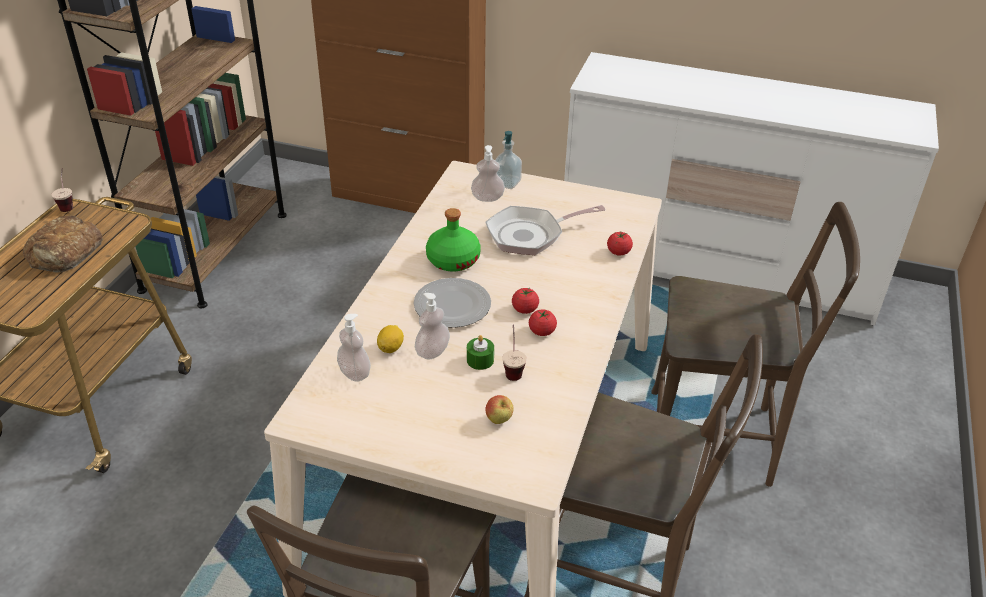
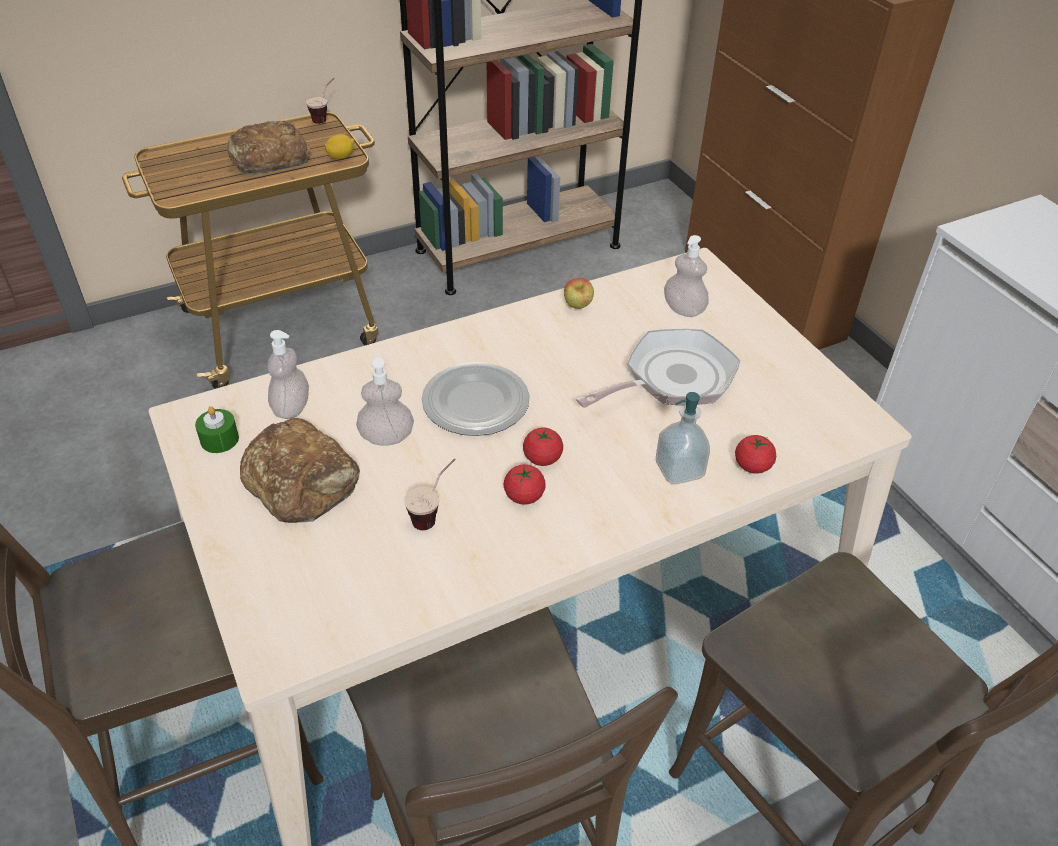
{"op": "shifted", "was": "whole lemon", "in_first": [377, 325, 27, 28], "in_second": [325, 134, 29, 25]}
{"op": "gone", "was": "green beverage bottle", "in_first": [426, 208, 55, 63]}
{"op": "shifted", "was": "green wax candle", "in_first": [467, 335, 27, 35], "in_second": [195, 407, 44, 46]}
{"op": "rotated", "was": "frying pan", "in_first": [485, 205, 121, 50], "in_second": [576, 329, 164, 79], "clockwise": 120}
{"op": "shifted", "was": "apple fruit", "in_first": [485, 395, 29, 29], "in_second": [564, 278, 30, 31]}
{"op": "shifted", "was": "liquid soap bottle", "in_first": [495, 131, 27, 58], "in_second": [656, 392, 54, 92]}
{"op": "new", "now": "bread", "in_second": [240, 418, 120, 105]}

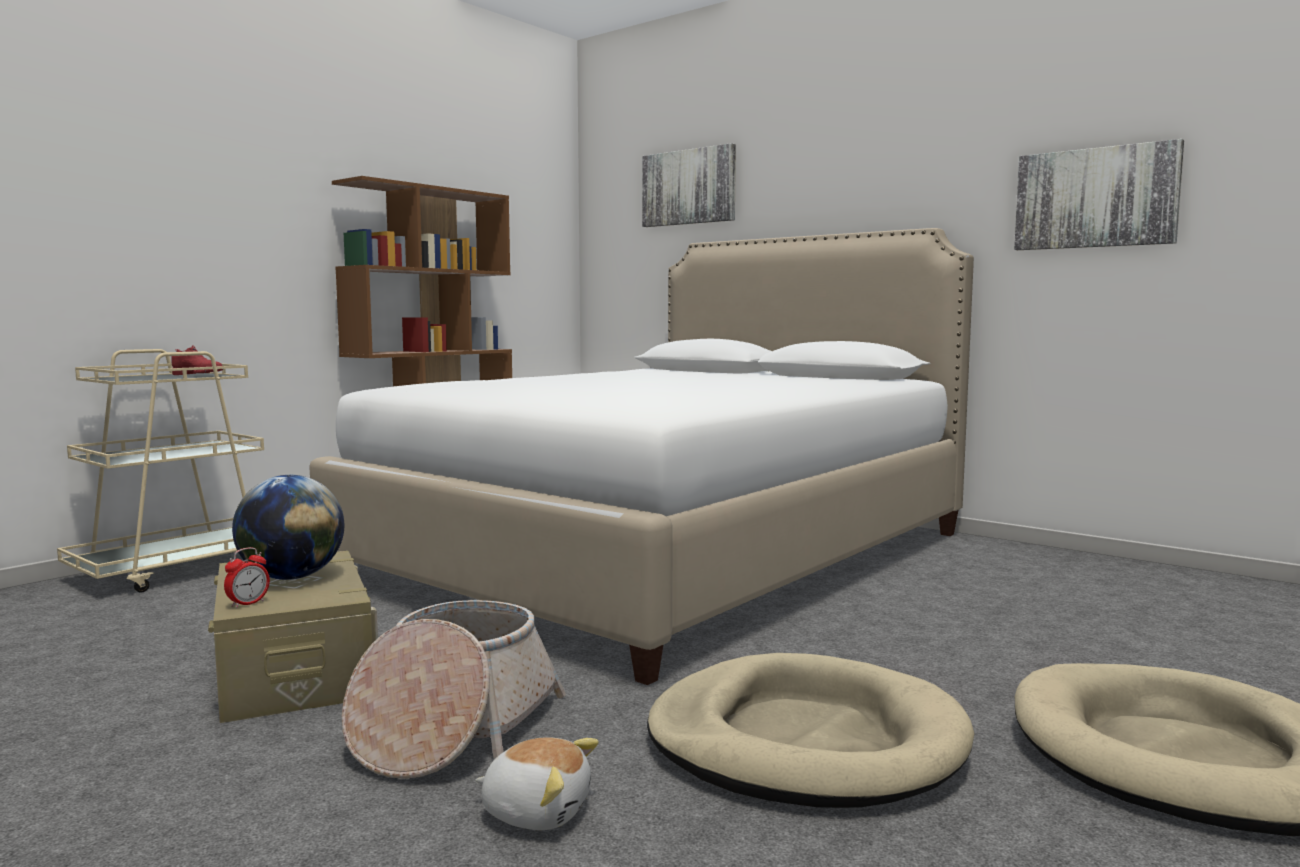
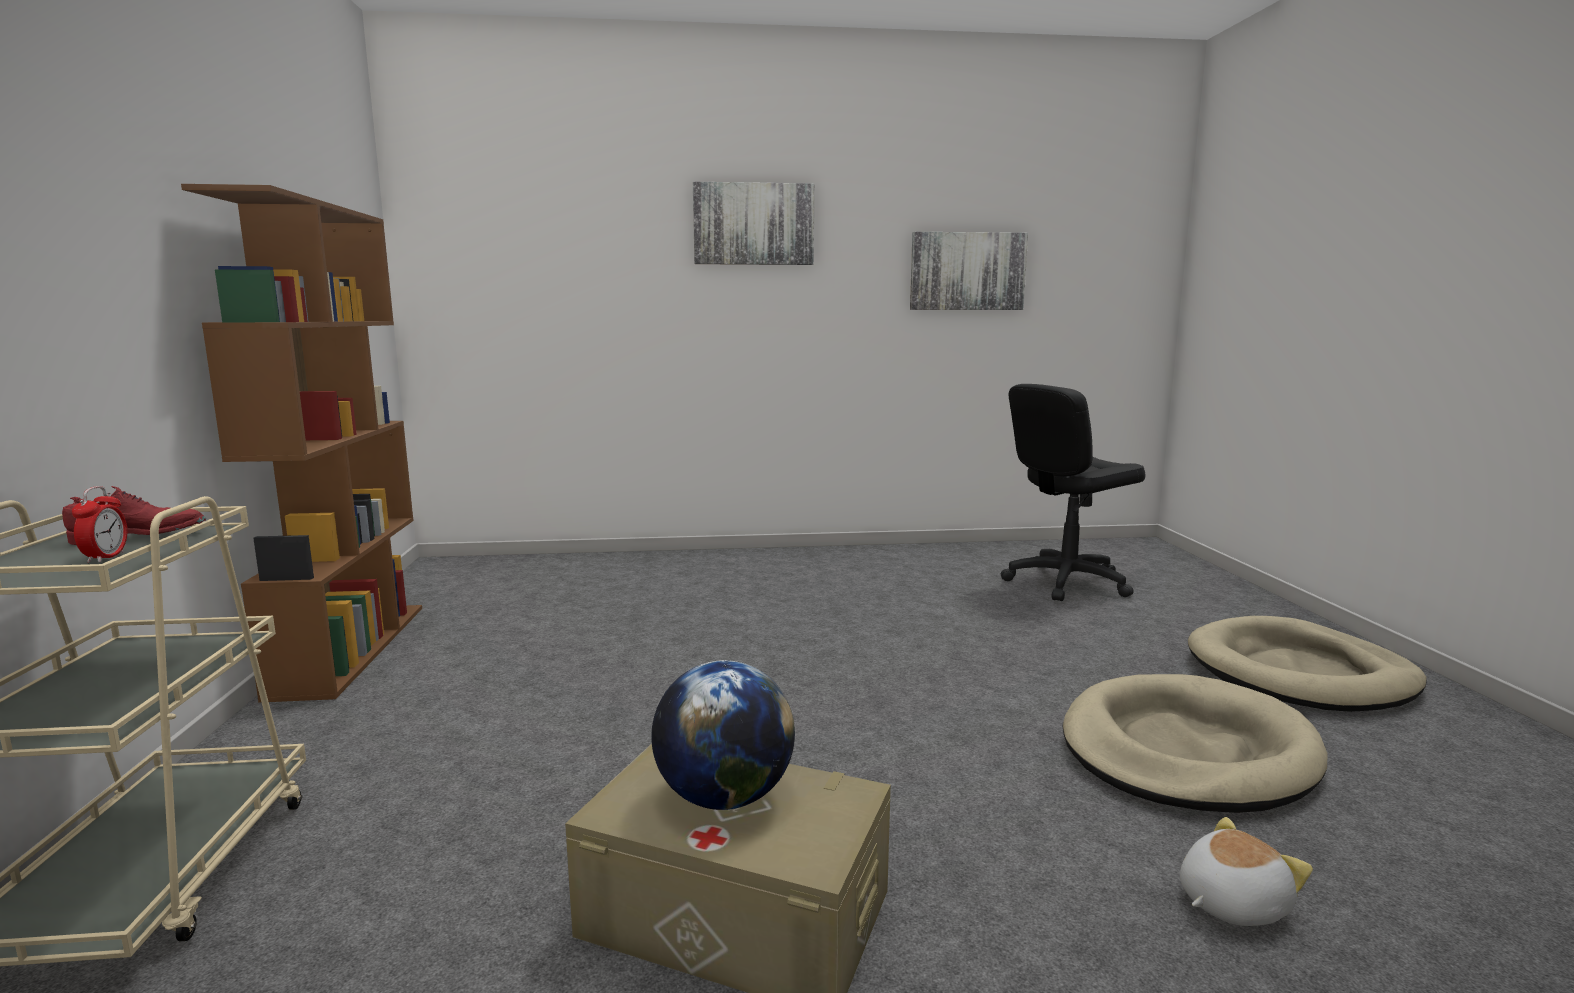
{"op": "shifted", "was": "table clock", "in_first": [224, 547, 46, 61], "in_second": [72, 486, 55, 77]}
{"op": "gone", "was": "whitish sleeping bed", "in_first": [309, 228, 665, 457]}
{"op": "gone", "was": "basket", "in_first": [342, 600, 224, 179]}
{"op": "shifted", "was": "wall picture", "in_first": [642, 143, 94, 84], "in_second": [693, 182, 121, 83]}
{"op": "new", "now": "blackish desk chair", "in_second": [1001, 384, 144, 217]}

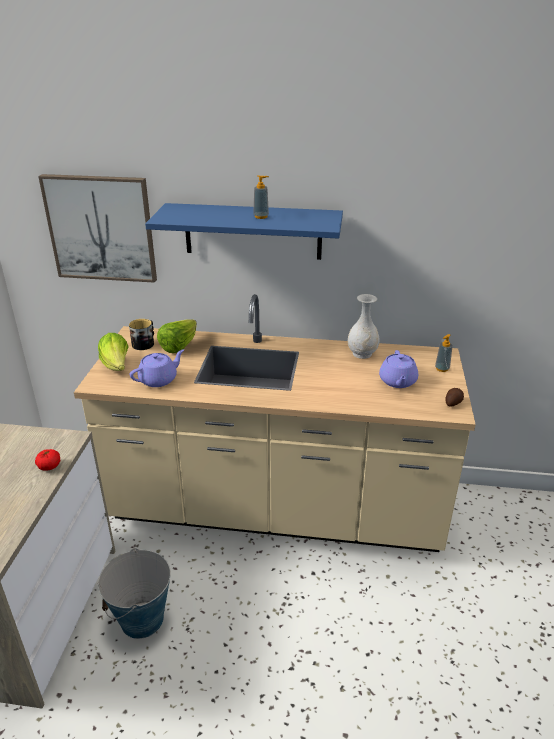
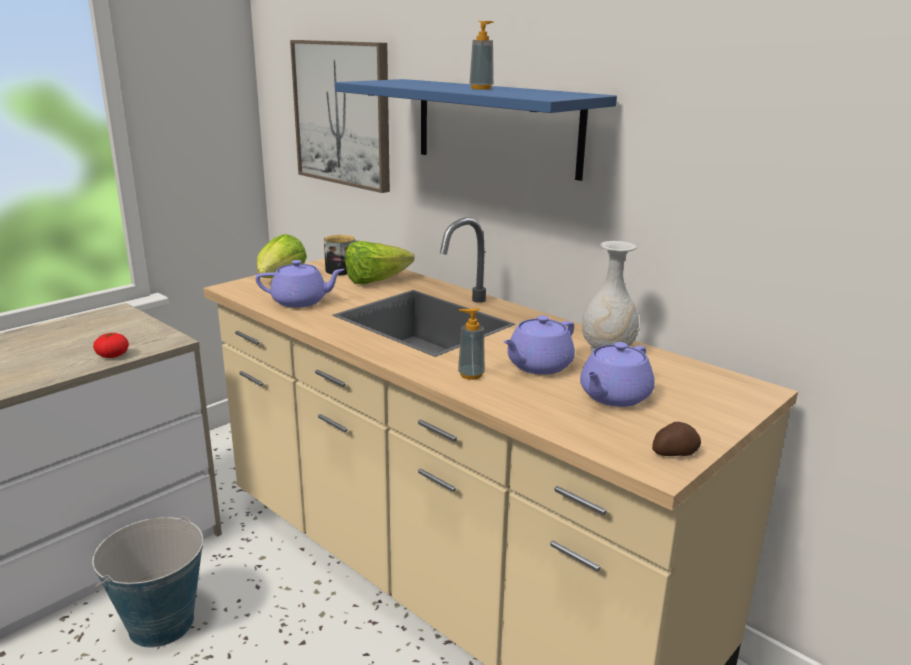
{"op": "shifted", "was": "liquid soap bottle", "in_first": [435, 334, 18, 38], "in_second": [458, 308, 27, 72]}
{"op": "new", "now": "purple-coloured pot for tea", "in_second": [503, 315, 72, 60]}

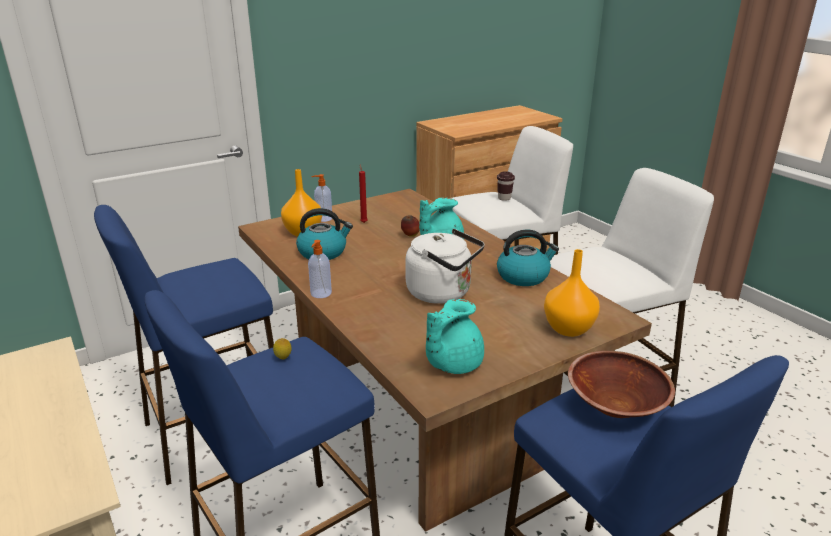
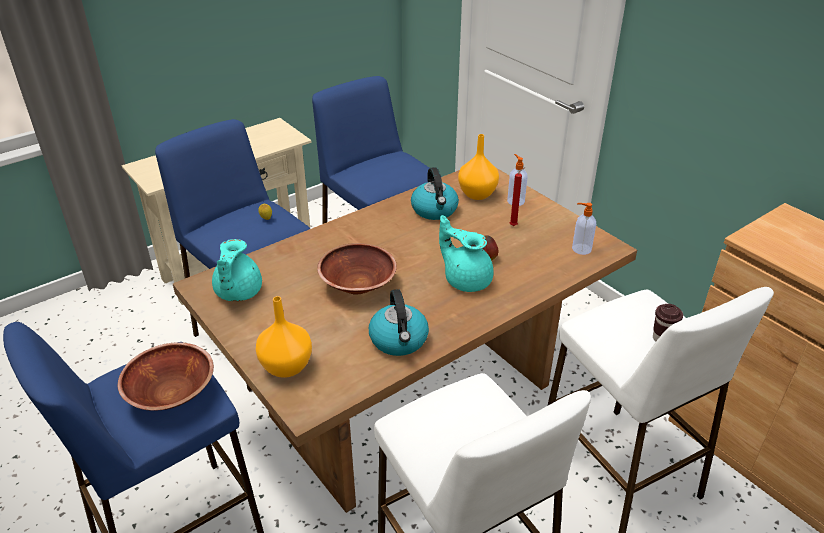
{"op": "shifted", "was": "liquid soap bottle", "in_first": [308, 240, 24, 58], "in_second": [572, 203, 24, 52]}
{"op": "swapped", "was": "whitish tea kettle", "now": "brownish serving bowl", "in_first": [405, 229, 80, 75], "in_second": [317, 243, 80, 52]}
{"op": "rotated", "was": "turquoise pot for tea", "in_first": [426, 299, 58, 75], "in_second": [212, 239, 50, 62], "clockwise": -120}

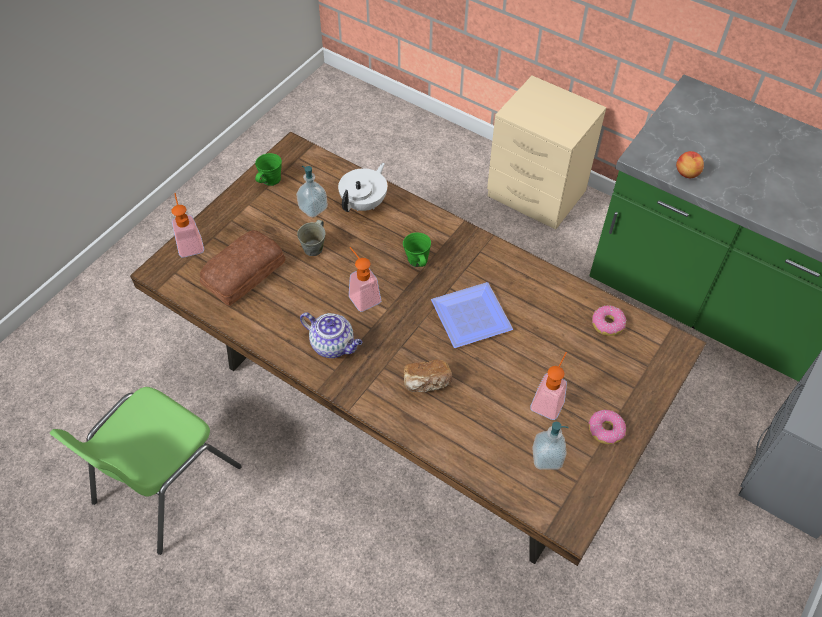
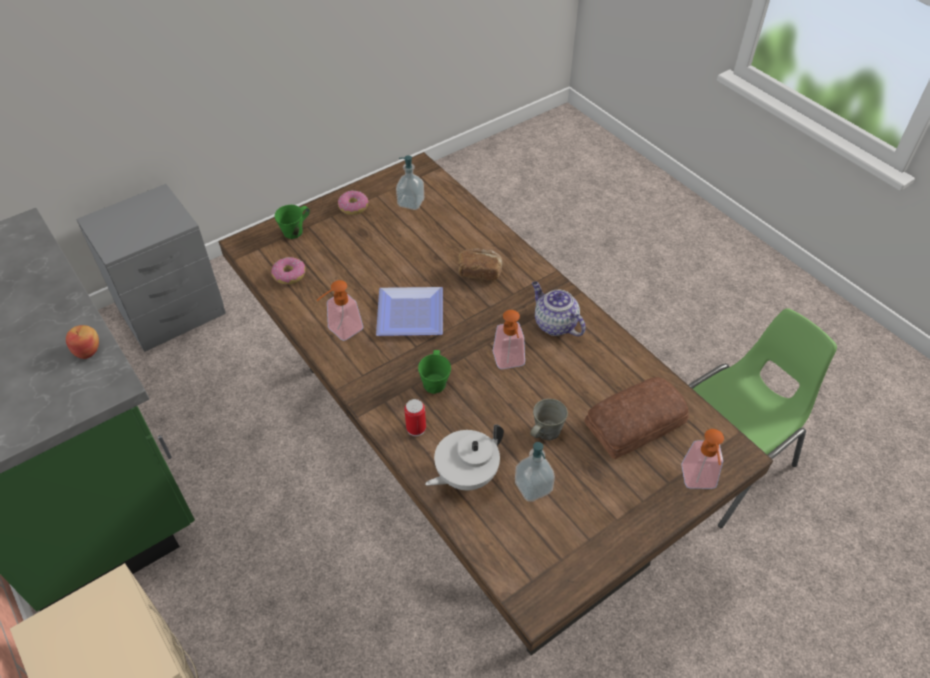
{"op": "shifted", "was": "green coffee mug", "in_first": [255, 153, 27, 33], "in_second": [275, 205, 35, 34]}
{"op": "shifted", "was": "liquid soap bottle", "in_first": [530, 352, 37, 68], "in_second": [317, 280, 46, 61]}
{"op": "new", "now": "metal can", "in_second": [404, 399, 22, 38]}

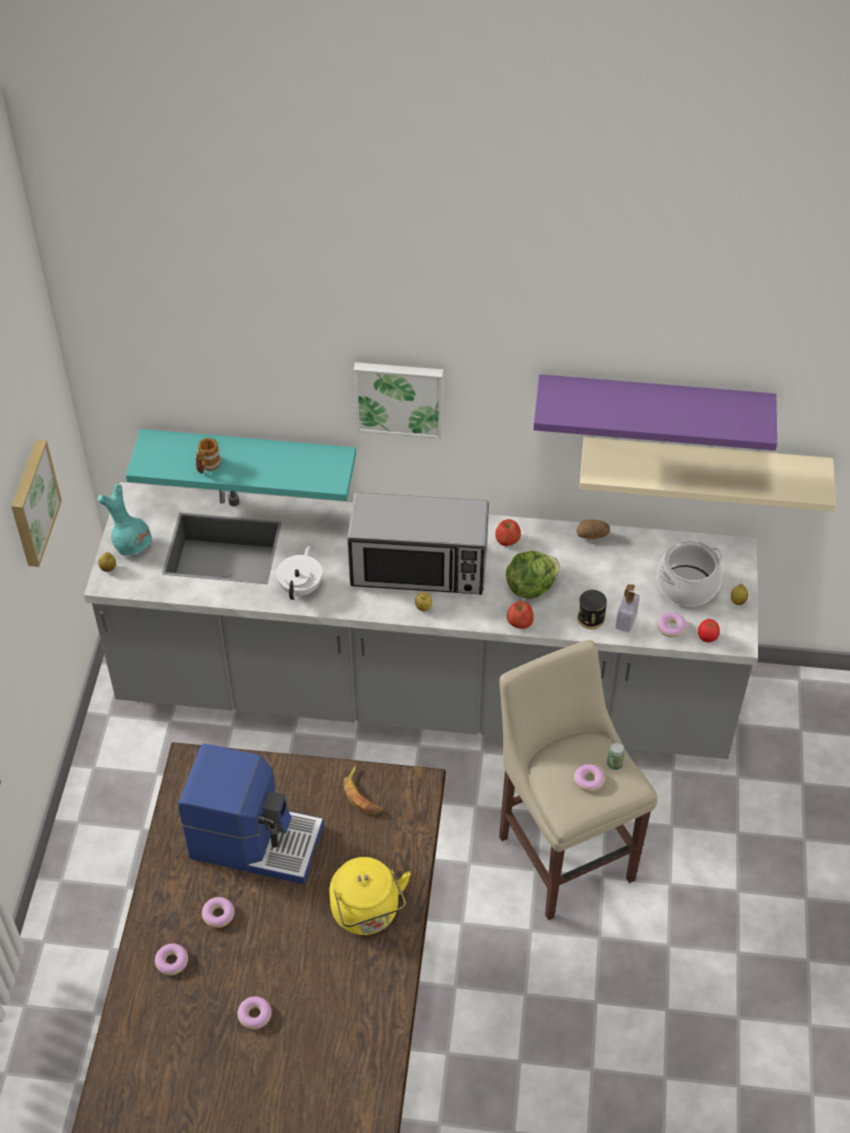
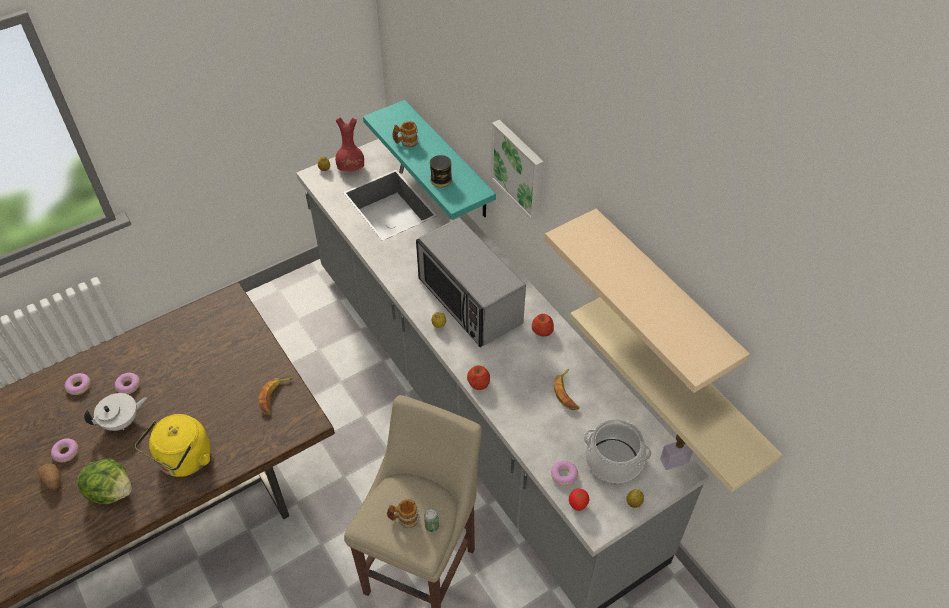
{"op": "gone", "was": "wall picture", "in_first": [11, 440, 51, 127]}
{"op": "repainted", "was": "turquoise vase", "now": "red vase", "in_first": [98, 484, 54, 72], "in_second": [335, 117, 29, 54]}
{"op": "gone", "was": "coffee machine", "in_first": [178, 744, 146, 140]}
{"op": "shifted", "was": "whitish pot for tea", "in_first": [276, 546, 47, 54], "in_second": [84, 393, 63, 38]}
{"op": "shifted", "was": "lettuce head", "in_first": [506, 551, 54, 48], "in_second": [77, 459, 55, 45]}
{"op": "repainted", "was": "purple-coloured wall shelf", "now": "beige-coloured wall shelf", "in_first": [533, 374, 244, 77], "in_second": [545, 209, 205, 184]}
{"op": "swapped", "was": "donut", "now": "coffee mug", "in_first": [574, 764, 31, 28], "in_second": [387, 499, 33, 29]}
{"op": "shifted", "was": "whole potato", "in_first": [577, 520, 33, 19], "in_second": [37, 463, 24, 27]}
{"op": "shifted", "was": "metal can", "in_first": [577, 590, 30, 39], "in_second": [430, 155, 22, 32]}
{"op": "shifted", "was": "liquid soap bottle", "in_first": [616, 584, 24, 49], "in_second": [660, 435, 33, 35]}
{"op": "new", "now": "banana", "in_second": [554, 369, 25, 41]}

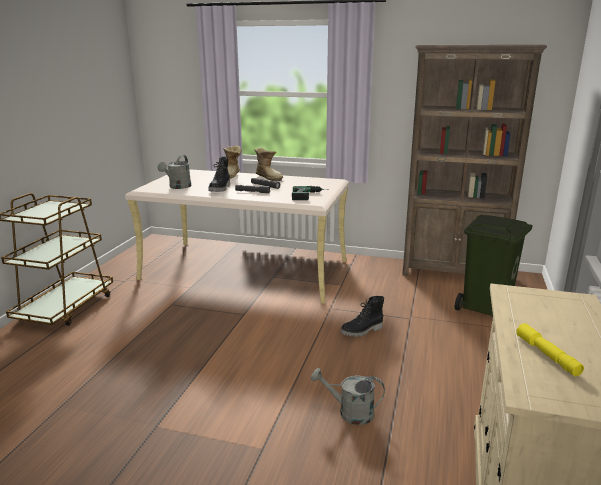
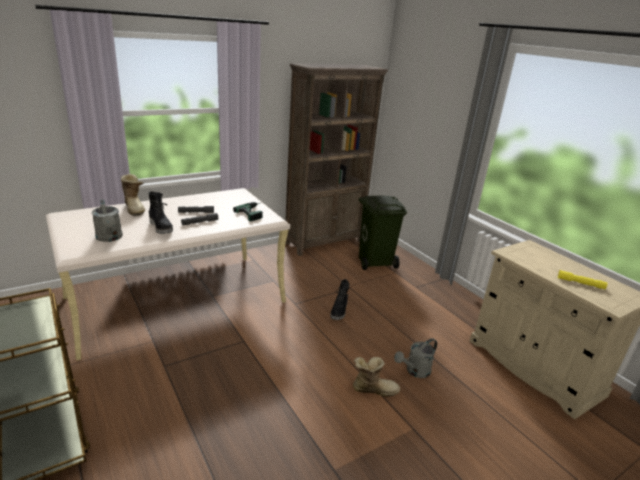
{"op": "shifted", "was": "boot", "in_first": [254, 147, 29, 34], "in_second": [353, 357, 47, 40]}

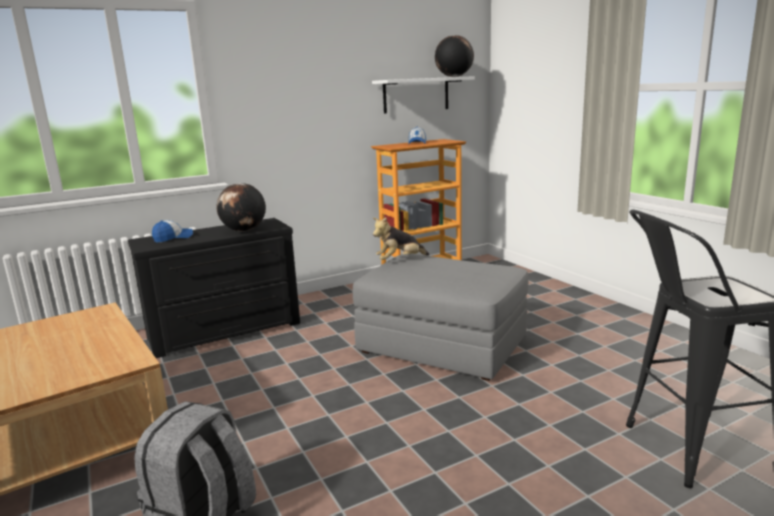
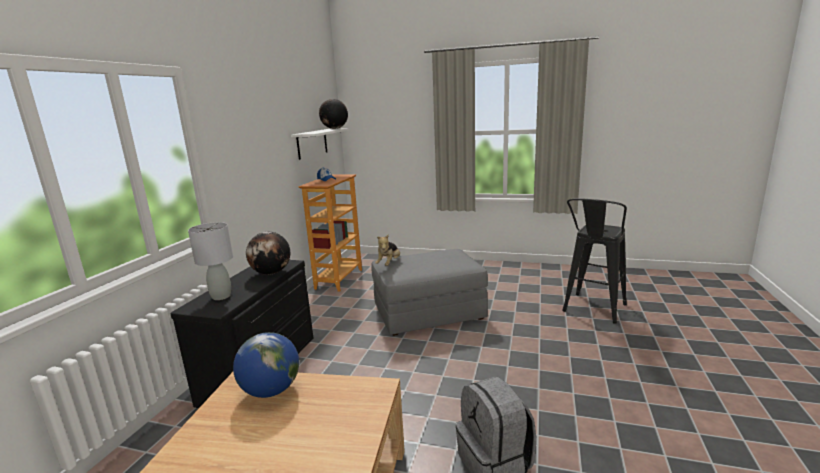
{"op": "swapped", "was": "peaked cap", "now": "gray tabletop lamp", "in_first": [152, 220, 41, 23], "in_second": [188, 222, 45, 78]}
{"op": "new", "now": "globe", "in_second": [233, 332, 66, 66]}

